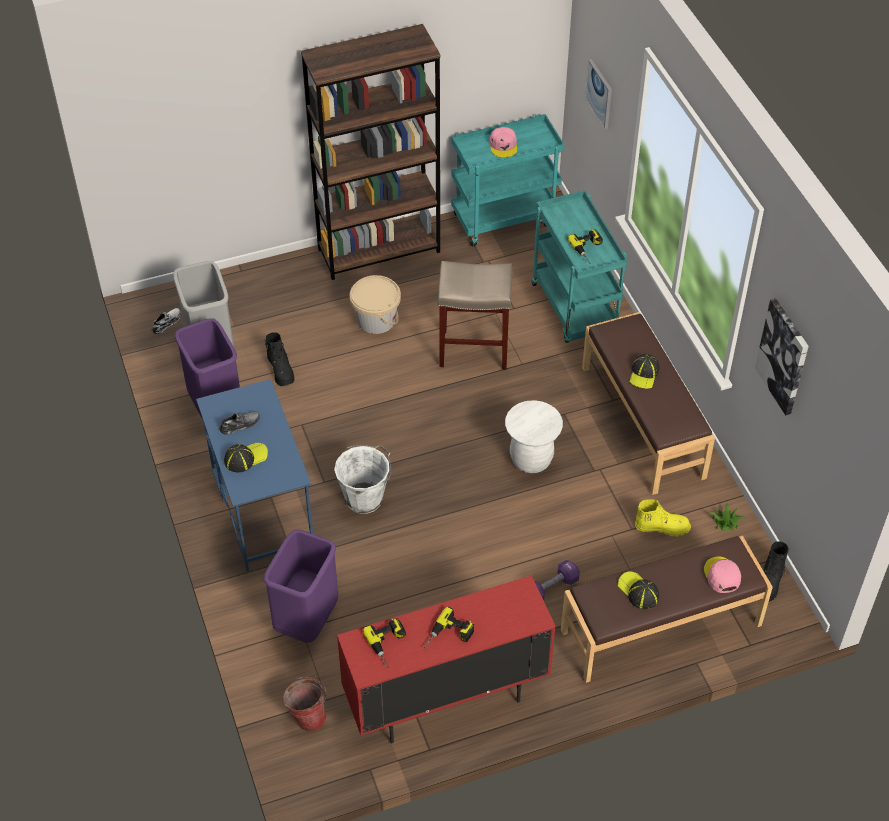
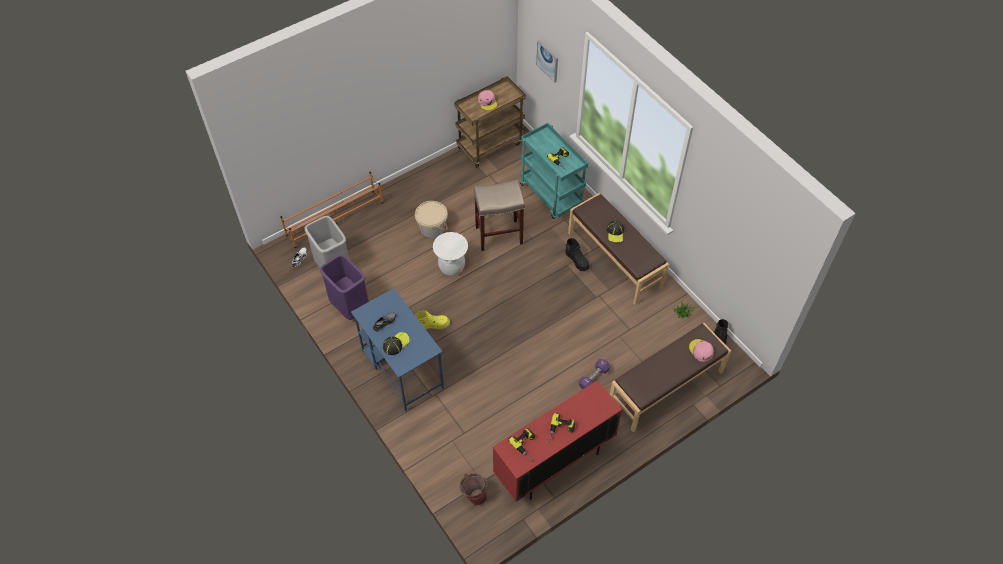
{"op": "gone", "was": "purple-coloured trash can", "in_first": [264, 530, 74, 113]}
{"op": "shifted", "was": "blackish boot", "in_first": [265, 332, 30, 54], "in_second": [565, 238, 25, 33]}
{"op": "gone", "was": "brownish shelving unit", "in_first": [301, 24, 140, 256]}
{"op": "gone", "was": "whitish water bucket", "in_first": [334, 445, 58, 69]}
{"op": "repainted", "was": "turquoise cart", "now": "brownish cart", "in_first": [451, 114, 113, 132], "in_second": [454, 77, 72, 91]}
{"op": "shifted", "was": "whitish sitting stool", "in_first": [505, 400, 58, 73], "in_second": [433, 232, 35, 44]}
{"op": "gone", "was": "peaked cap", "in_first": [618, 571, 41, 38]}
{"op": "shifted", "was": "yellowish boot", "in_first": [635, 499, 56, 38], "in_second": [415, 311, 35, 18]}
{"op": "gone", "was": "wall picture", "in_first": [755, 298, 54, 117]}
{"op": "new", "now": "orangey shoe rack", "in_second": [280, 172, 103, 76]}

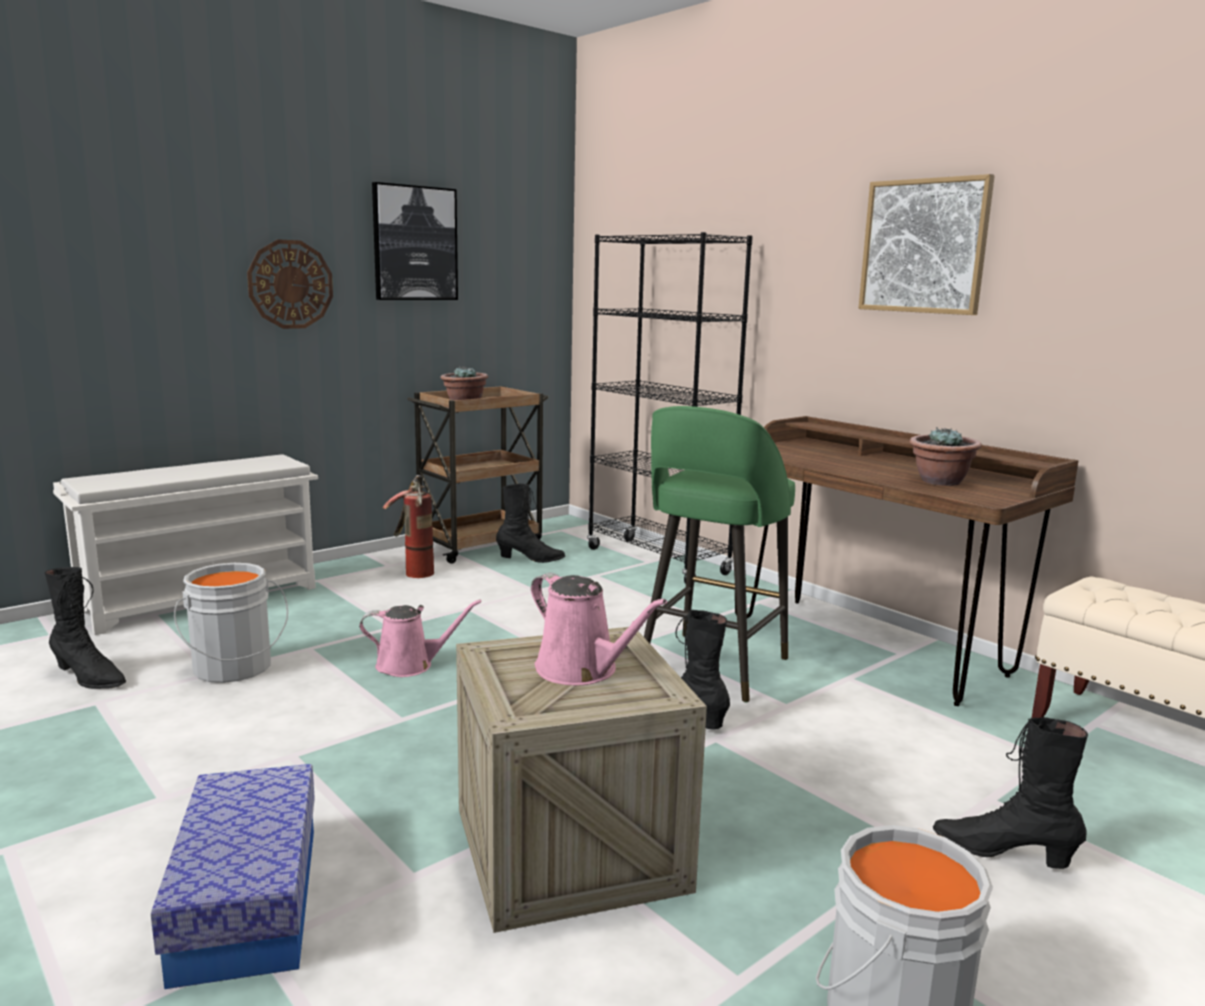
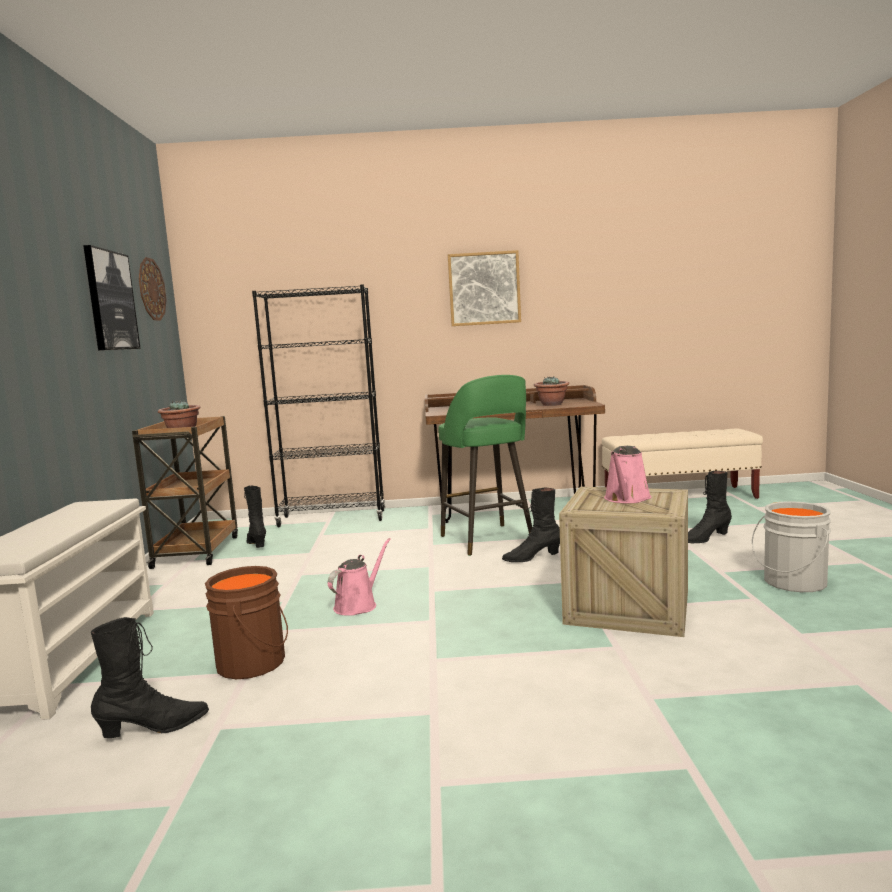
{"op": "gone", "was": "storage container", "in_first": [151, 764, 164, 225]}
{"op": "repainted", "was": "gray water bucket", "now": "brownish water bucket", "in_first": [174, 563, 114, 120], "in_second": [205, 566, 83, 113]}
{"op": "shifted", "was": "wall clock", "in_first": [247, 239, 86, 90], "in_second": [139, 257, 28, 64]}
{"op": "gone", "was": "fire-fighting cylinder", "in_first": [382, 475, 52, 103]}
{"op": "rotated", "was": "blackish boot", "in_first": [496, 484, 69, 79], "in_second": [244, 485, 22, 63], "clockwise": -60}
{"op": "rotated", "was": "pink watering can", "in_first": [531, 573, 136, 112], "in_second": [604, 446, 47, 57], "clockwise": 120}

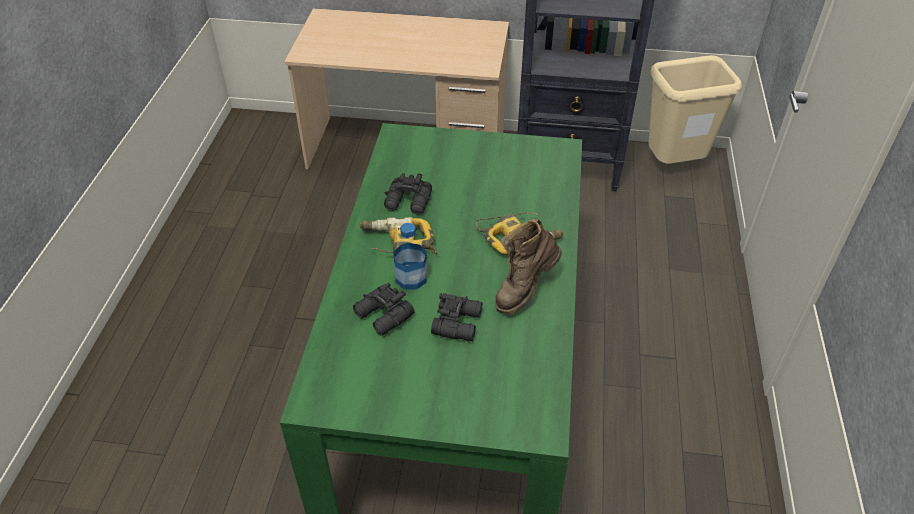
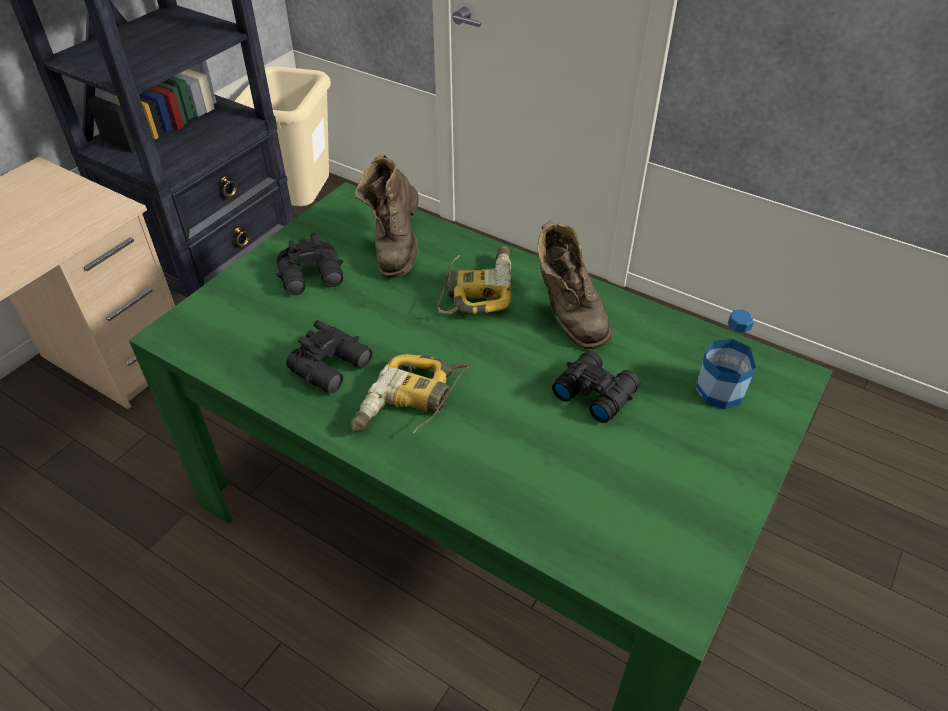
{"op": "shifted", "was": "blackish pair of binoculars", "in_first": [353, 283, 62, 53], "in_second": [276, 233, 67, 62]}
{"op": "shifted", "was": "beverage bottle", "in_first": [393, 223, 34, 66], "in_second": [695, 309, 61, 100]}
{"op": "new", "now": "brownish boot", "in_second": [355, 155, 64, 123]}

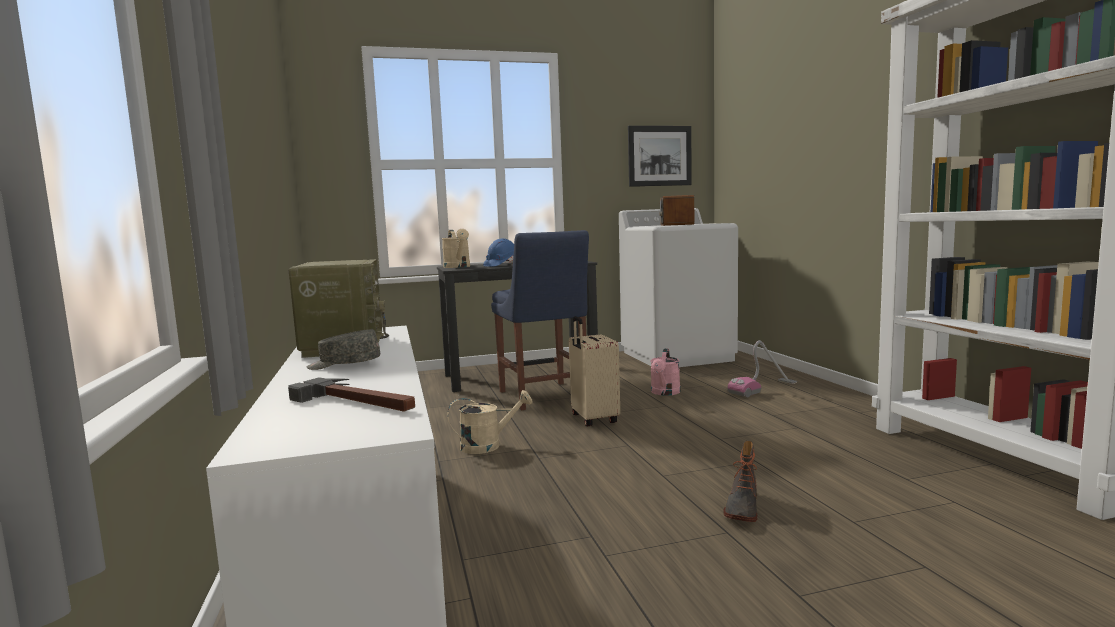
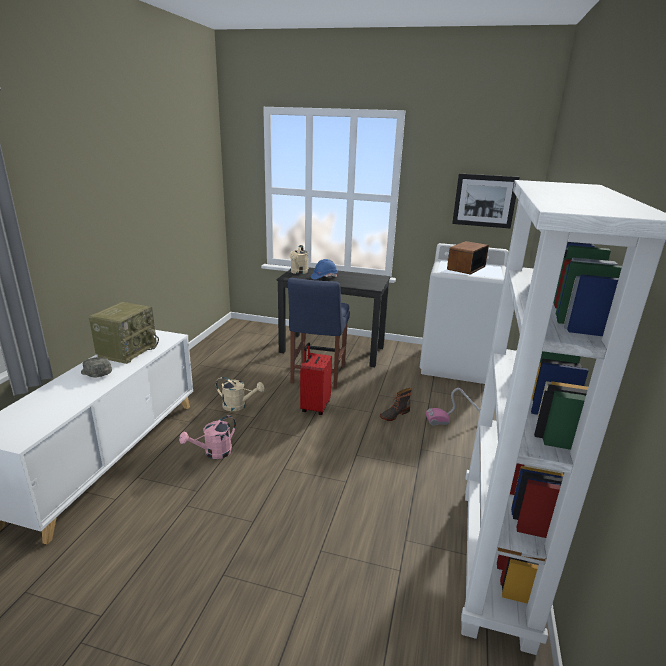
{"op": "gone", "was": "hammer", "in_first": [288, 377, 127, 35]}
{"op": "repainted", "was": "beige-coloured suitcase", "now": "red suitcase", "in_first": [569, 316, 51, 110], "in_second": [300, 343, 32, 72]}
{"op": "shifted", "was": "pink watering can", "in_first": [651, 349, 30, 47], "in_second": [179, 415, 57, 44]}
{"op": "shifted", "was": "boot", "in_first": [723, 441, 34, 81], "in_second": [380, 388, 32, 33]}

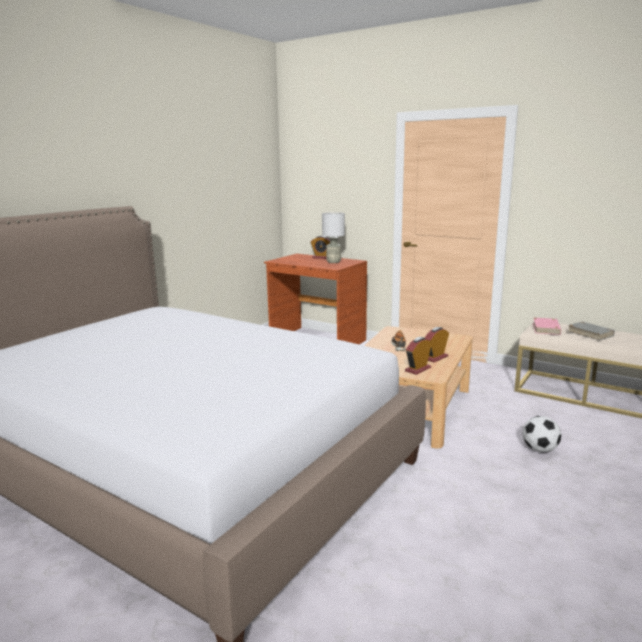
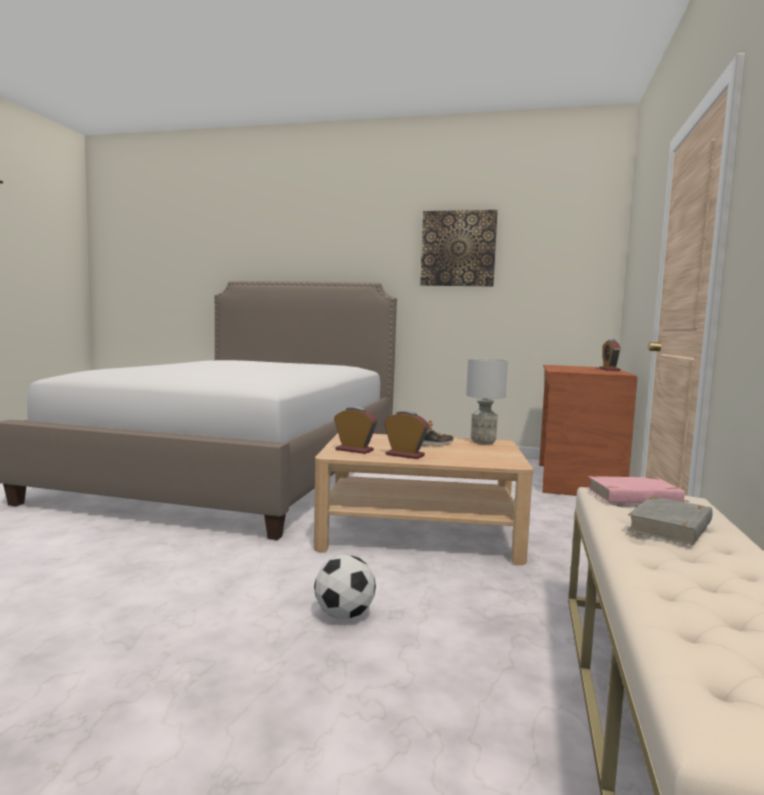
{"op": "shifted", "was": "gray tabletop lamp", "in_first": [322, 212, 23, 51], "in_second": [466, 358, 42, 86]}
{"op": "new", "now": "wall picture", "in_second": [420, 210, 78, 77]}

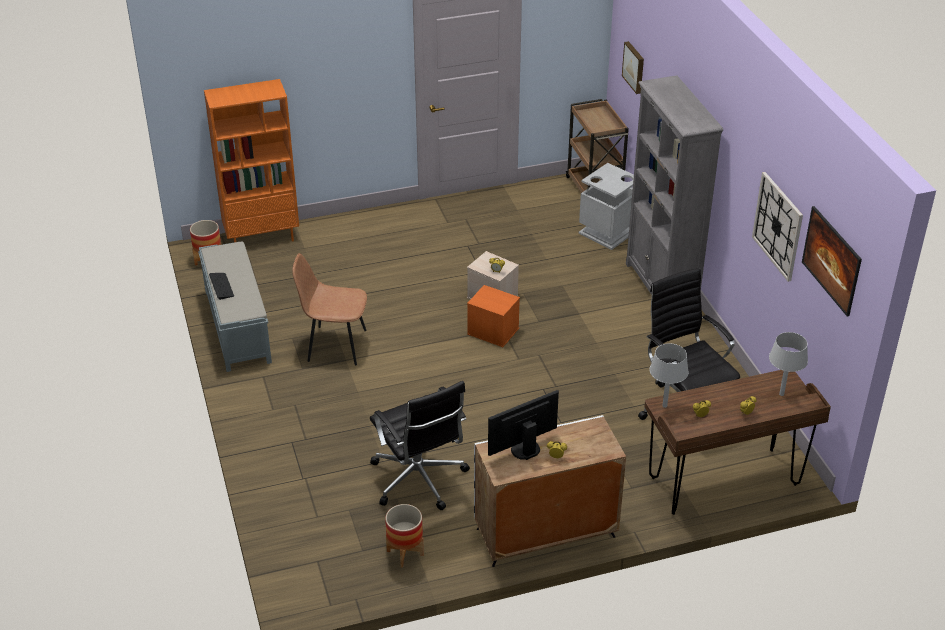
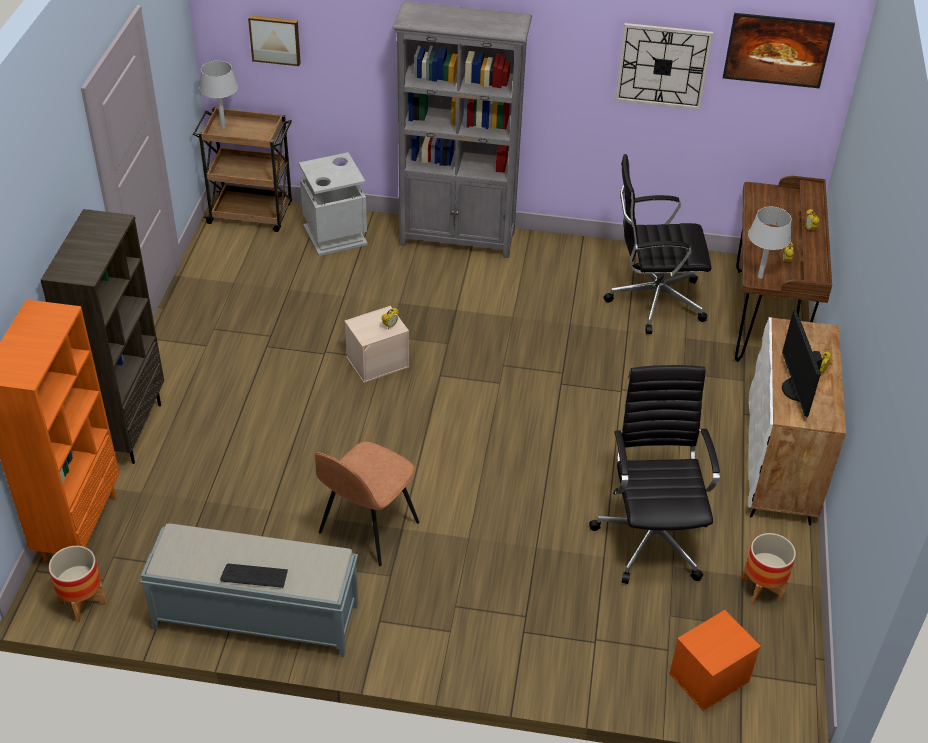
{"op": "rotated", "was": "blackish desk chair", "in_first": [370, 381, 100, 129], "in_second": [589, 365, 131, 219], "clockwise": -90}
{"op": "shifted", "was": "orangey storage container", "in_first": [467, 285, 53, 62], "in_second": [669, 610, 92, 101]}
{"op": "shifted", "was": "gray tabletop lamp", "in_first": [769, 332, 39, 64], "in_second": [200, 61, 38, 68]}
{"op": "new", "now": "brownish shelving unit", "in_second": [41, 209, 123, 255]}

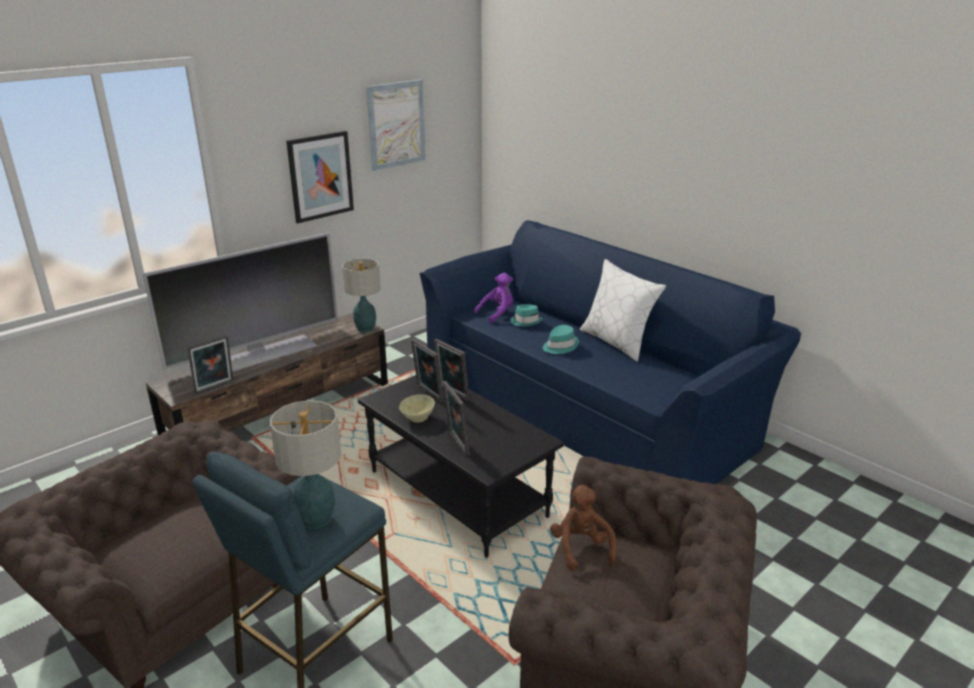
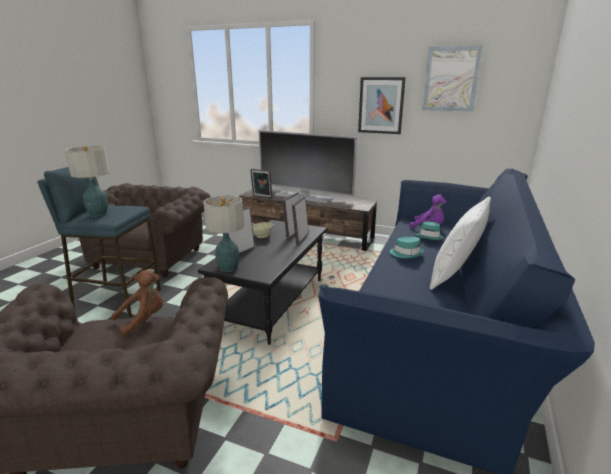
{"op": "shifted", "was": "tabletop lamp", "in_first": [342, 258, 39, 75], "in_second": [204, 195, 40, 77]}

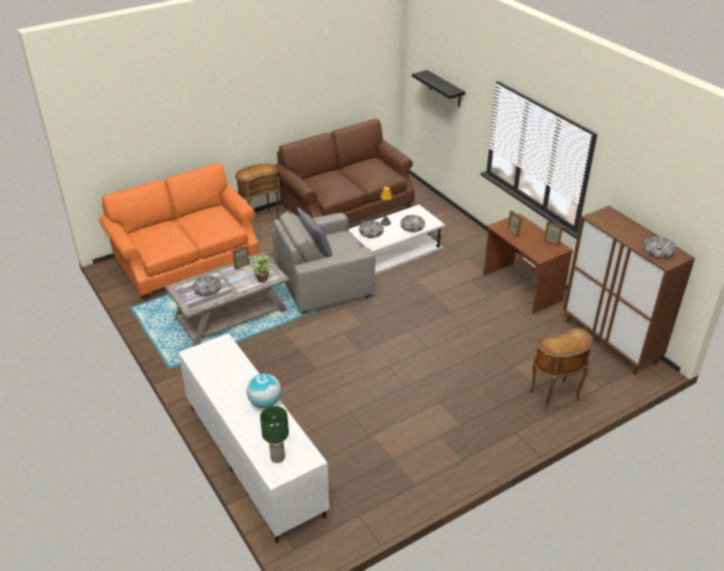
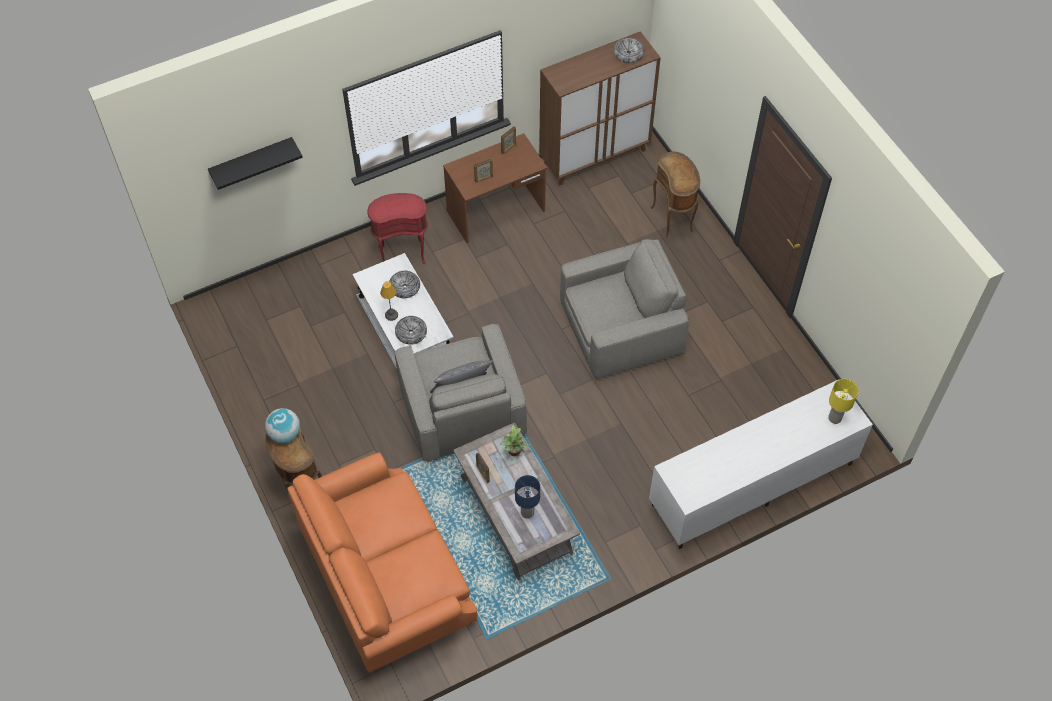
{"op": "swapped", "was": "serving bowl", "now": "blue-coloured tabletop lamp", "in_first": [193, 275, 28, 21], "in_second": [515, 475, 25, 44]}
{"op": "shifted", "was": "globe", "in_first": [247, 373, 34, 35], "in_second": [265, 408, 35, 35]}
{"op": "repainted", "was": "green tabletop lamp", "now": "yellowish tabletop lamp", "in_first": [260, 406, 29, 57], "in_second": [828, 379, 30, 45]}
{"op": "gone", "was": "brownish sofa", "in_first": [275, 119, 140, 105]}
{"op": "new", "now": "red end table", "in_second": [367, 193, 61, 70]}
{"op": "new", "now": "gray lounge chair", "in_second": [560, 239, 129, 140]}

